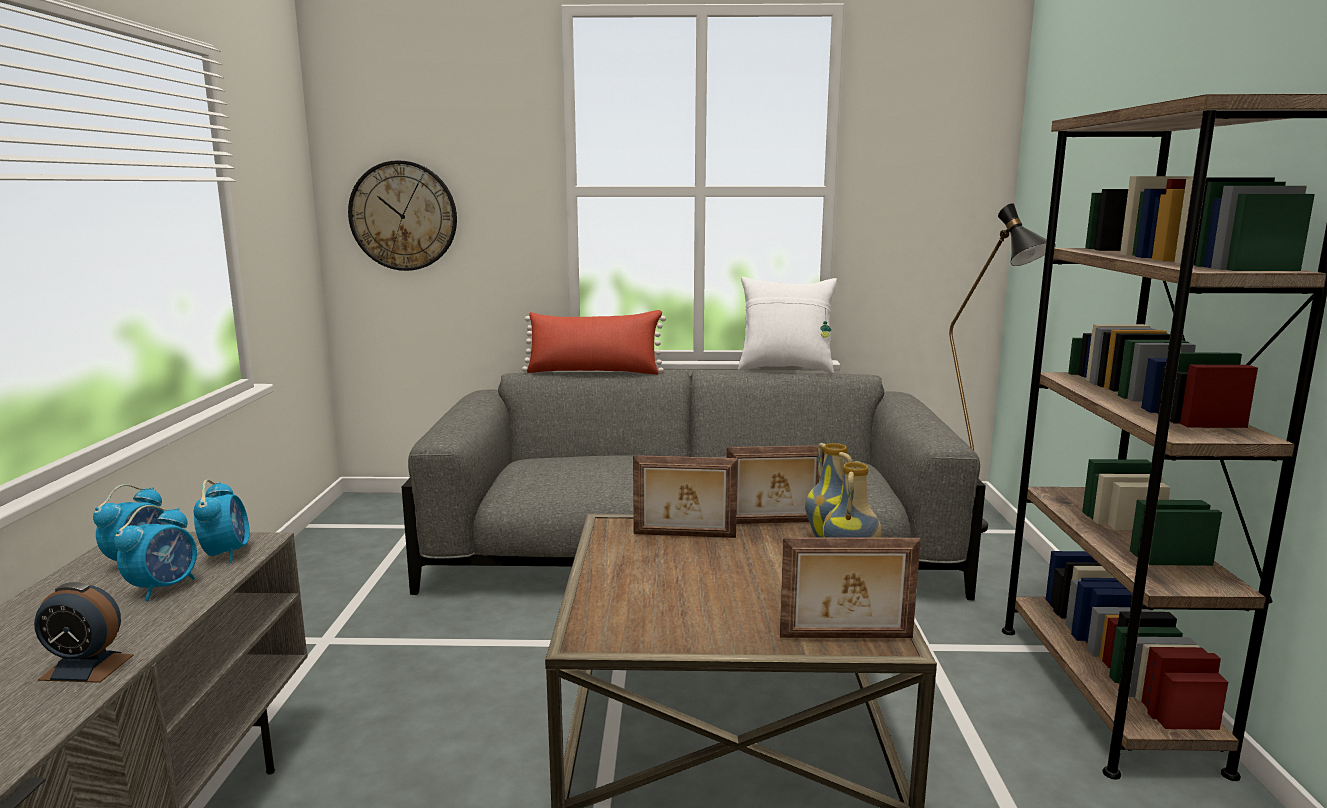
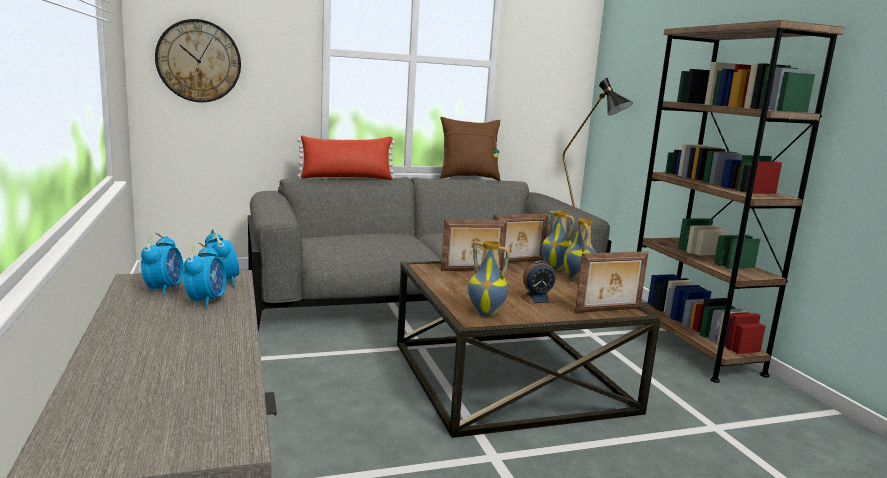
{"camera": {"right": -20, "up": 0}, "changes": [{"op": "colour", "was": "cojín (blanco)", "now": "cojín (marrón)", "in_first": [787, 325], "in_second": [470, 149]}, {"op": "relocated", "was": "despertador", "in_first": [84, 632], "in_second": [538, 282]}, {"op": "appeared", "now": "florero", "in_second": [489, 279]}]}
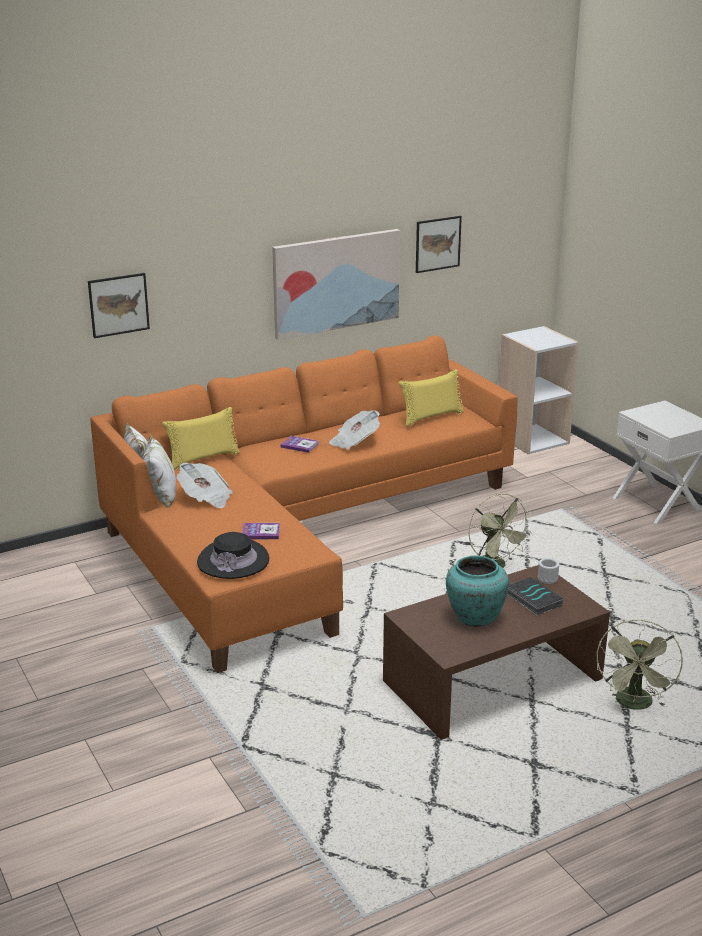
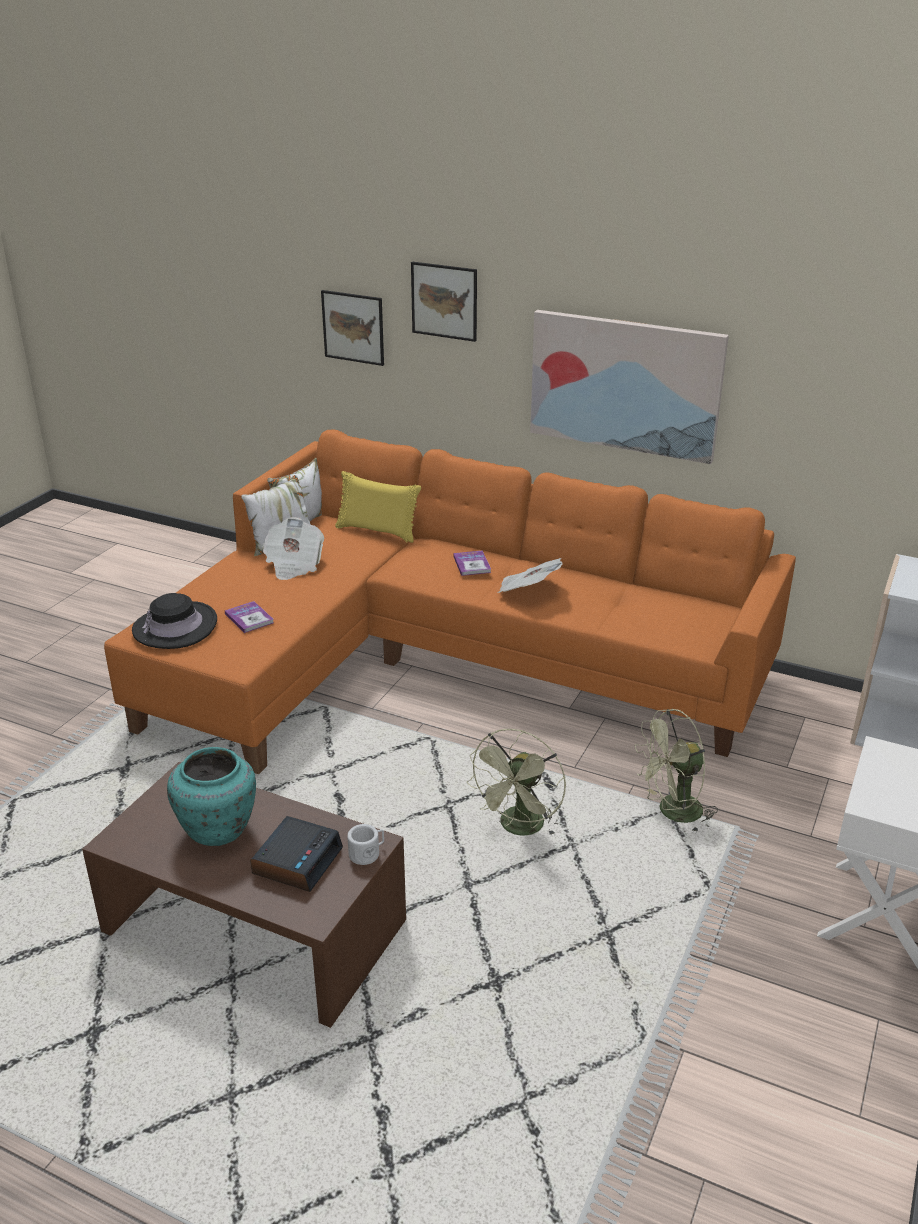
{"camera": {"right": 55, "up": 5}, "changes": [{"op": "relocated", "was": "cuadro", "in_first": [439, 244], "in_second": [444, 302]}, {"op": "missing", "was": "cojín (amarillo)", "in_first": [431, 398]}, {"op": "exchanged", "was": "libro", "now": "despertador", "in_first": [535, 596], "in_second": [296, 854]}, {"op": "relocated", "was": "ventilador (verde)", "in_first": [640, 665], "in_second": [676, 770]}]}
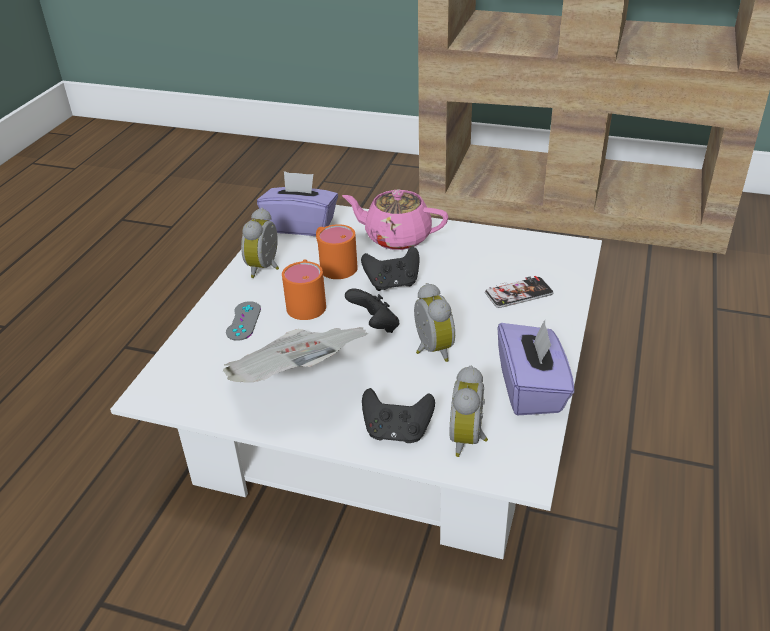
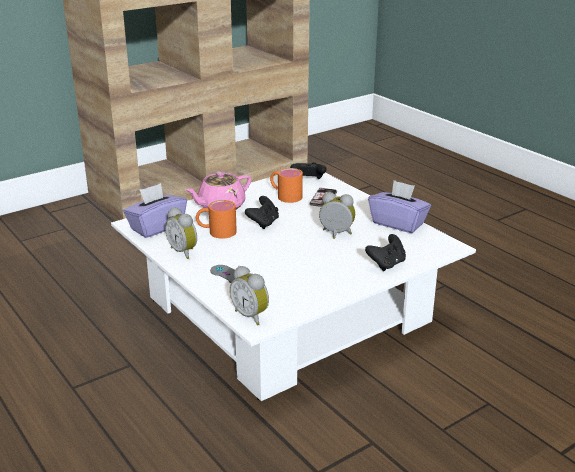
{"camera": {"right": -55, "up": -10}, "changes": [{"op": "relocated", "was": "taza grande (naranja)", "in_first": [304, 289], "in_second": [286, 185]}, {"op": "relocated", "was": "mando de consola (negro)", "in_first": [372, 310], "in_second": [308, 170]}, {"op": "missing", "was": "periódico", "in_first": [295, 355]}, {"op": "relocated", "was": "despertador", "in_first": [468, 411], "in_second": [249, 295]}]}
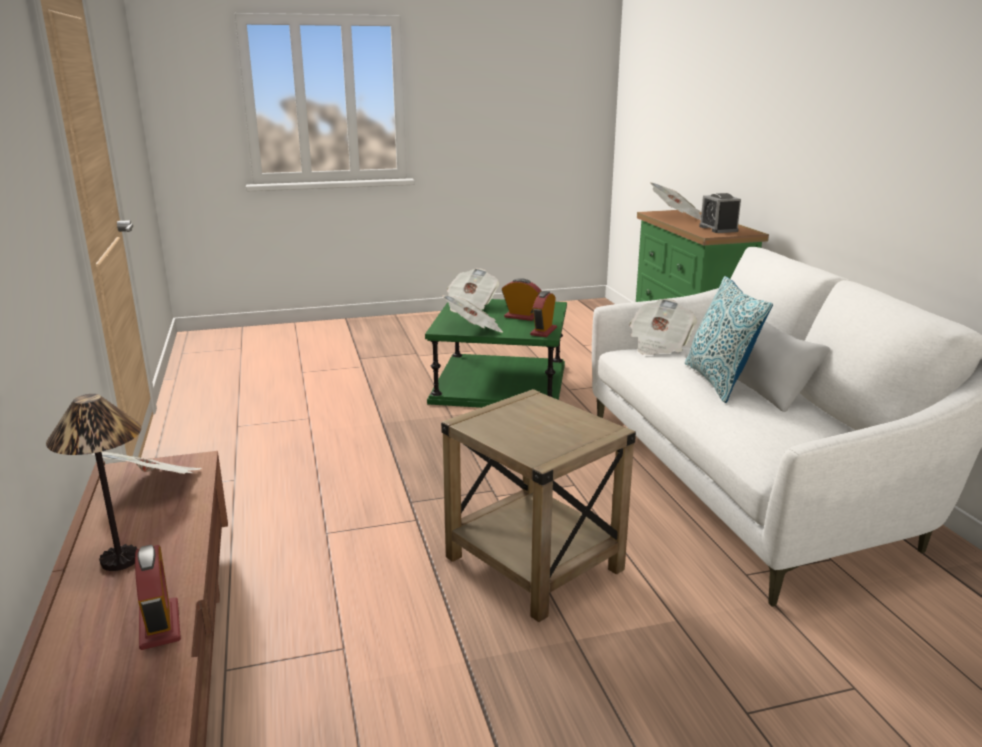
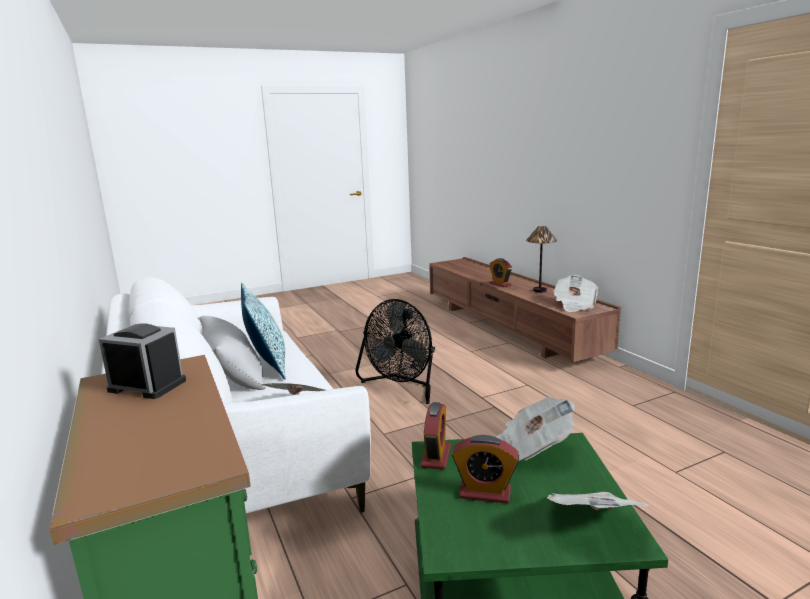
{"camera": {"right": 170, "up": -5}, "changes": [{"op": "missing", "was": "periódico", "in_first": [675, 201]}, {"op": "spun", "was": "despertador", "in_first": [720, 213], "in_second": [142, 361], "clockwise": -45}, {"op": "exchanged", "was": "mesa auxiliar (beis)", "now": "ventilador (negro)", "in_first": [538, 505], "in_second": [395, 351]}]}
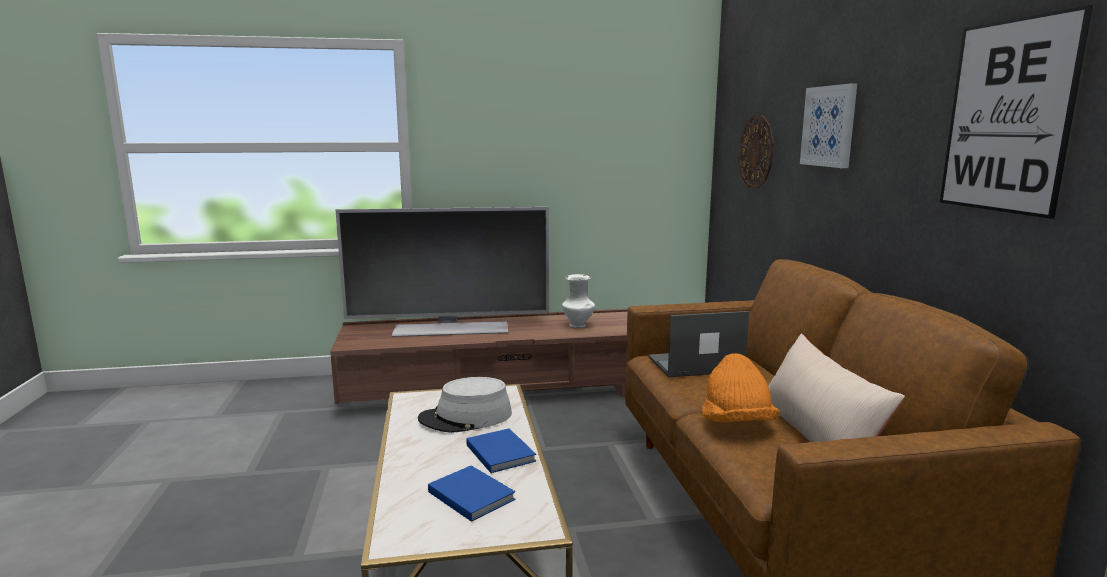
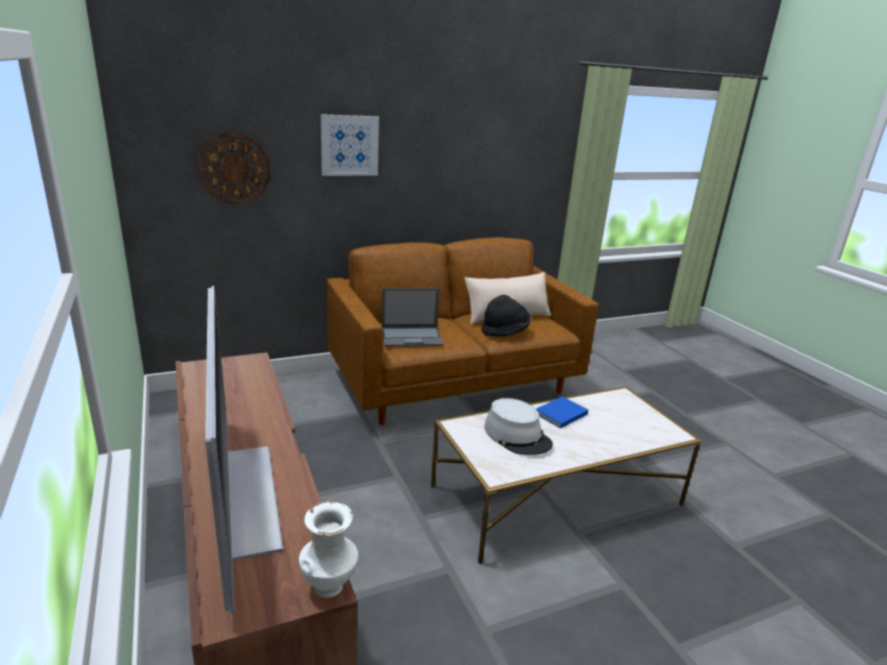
{"camera": {"right": -105, "up": 10}, "changes": [{"op": "missing", "was": "cuadro", "in_first": [1016, 112]}, {"op": "relocated", "was": "florero (blanco)", "in_first": [578, 301], "in_second": [329, 549]}, {"op": "spun", "was": "portátil", "in_first": [698, 344], "in_second": [412, 317], "clockwise": -75}, {"op": "colour", "was": "sombrero (naranja)", "now": "sombrero (negro)", "in_first": [740, 388], "in_second": [506, 316]}, {"op": "missing", "was": "libro (azul)", "in_first": [471, 493]}]}
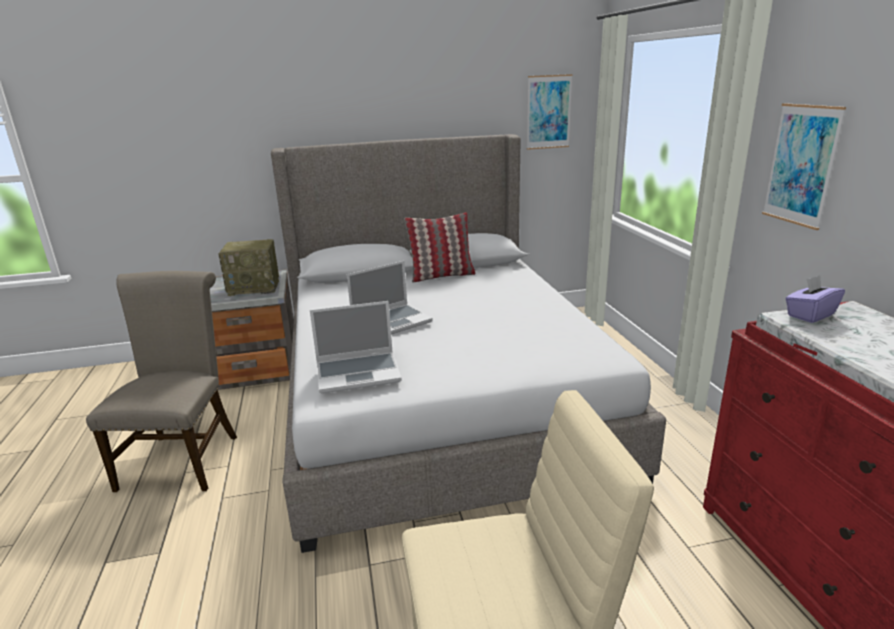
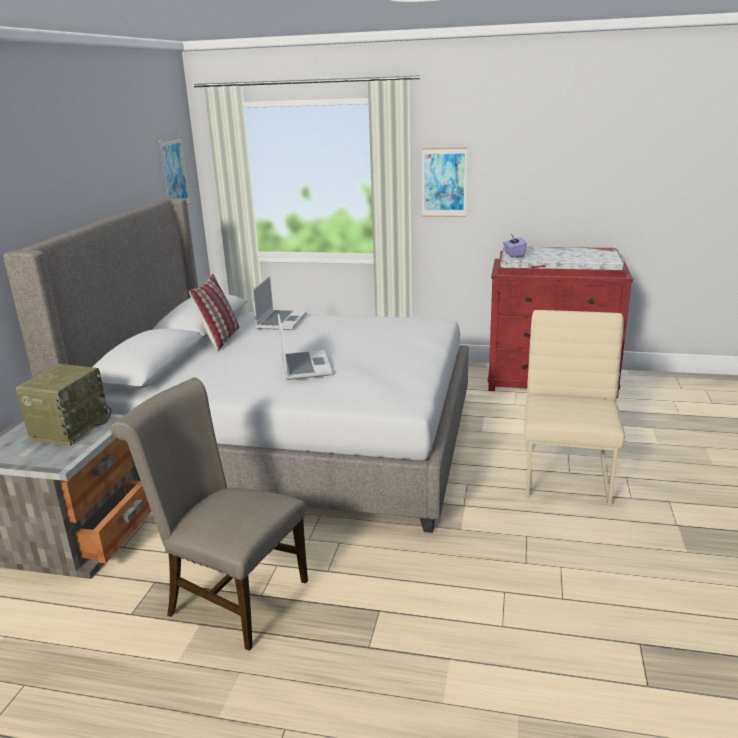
{"camera": {"right": -65, "up": 0}, "changes": [{"op": "relocated", "was": "portátil", "in_first": [356, 347], "in_second": [279, 303]}]}
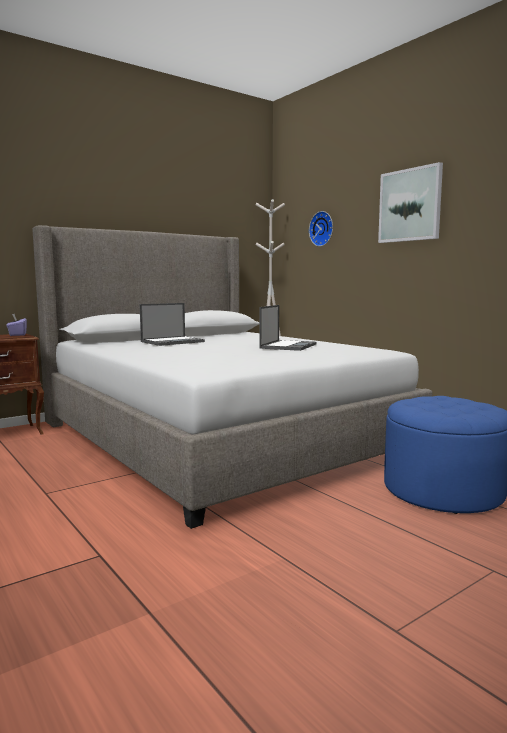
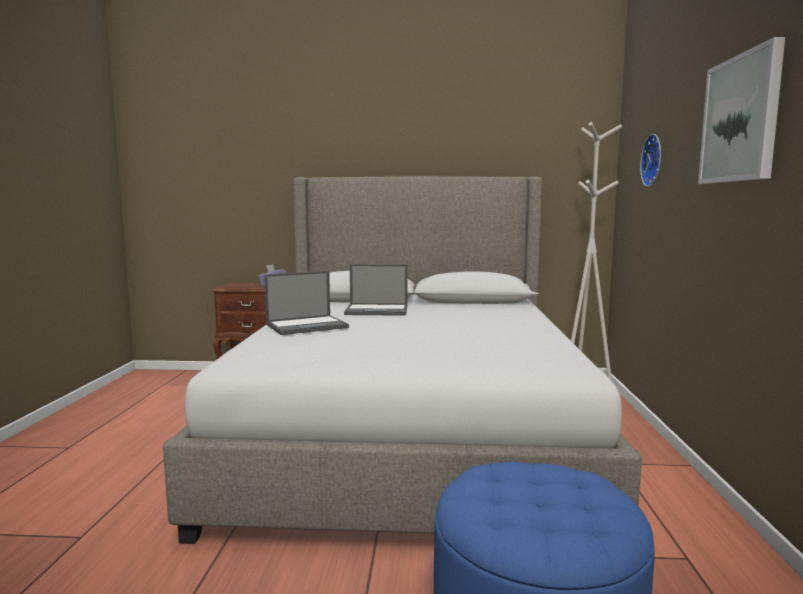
{"camera": {"right": 40, "up": 0}, "changes": [{"op": "relocated", "was": "portátil", "in_first": [288, 328], "in_second": [306, 303]}]}
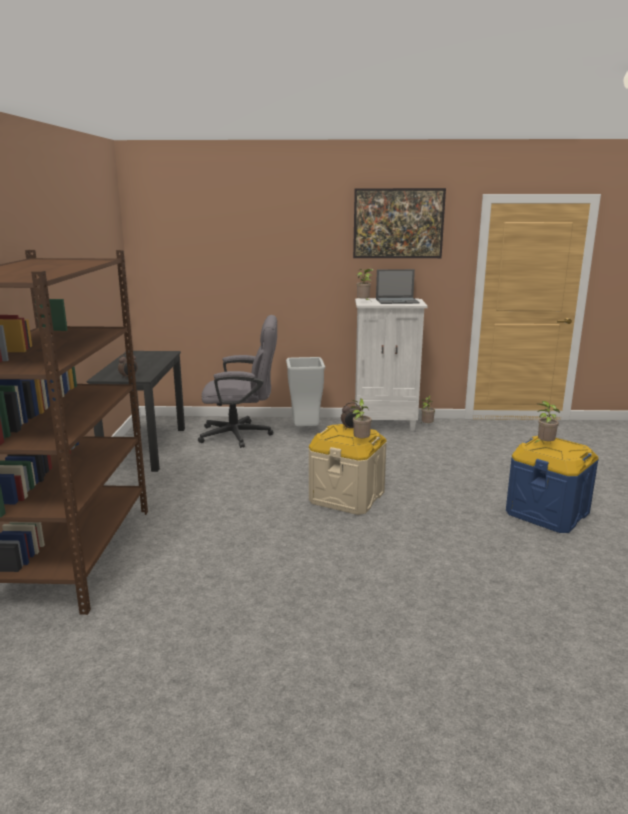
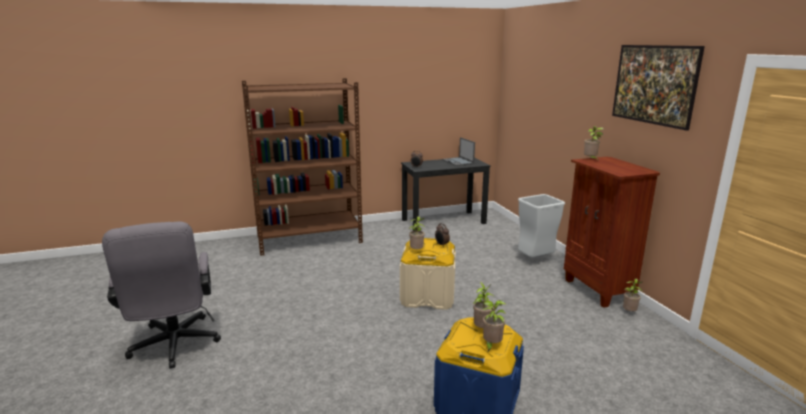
{"camera": {"right": 70, "up": 0}, "changes": [{"op": "relocated", "was": "portátil", "in_first": [398, 286], "in_second": [458, 151]}, {"op": "colour", "was": "armario (blanco)", "now": "armario (marrón)", "in_first": [391, 364], "in_second": [612, 232]}, {"op": "relocated", "was": "silla de oficina (gris)", "in_first": [237, 381], "in_second": [161, 295]}, {"op": "appeared", "now": "planta en maceta", "in_second": [494, 325]}]}
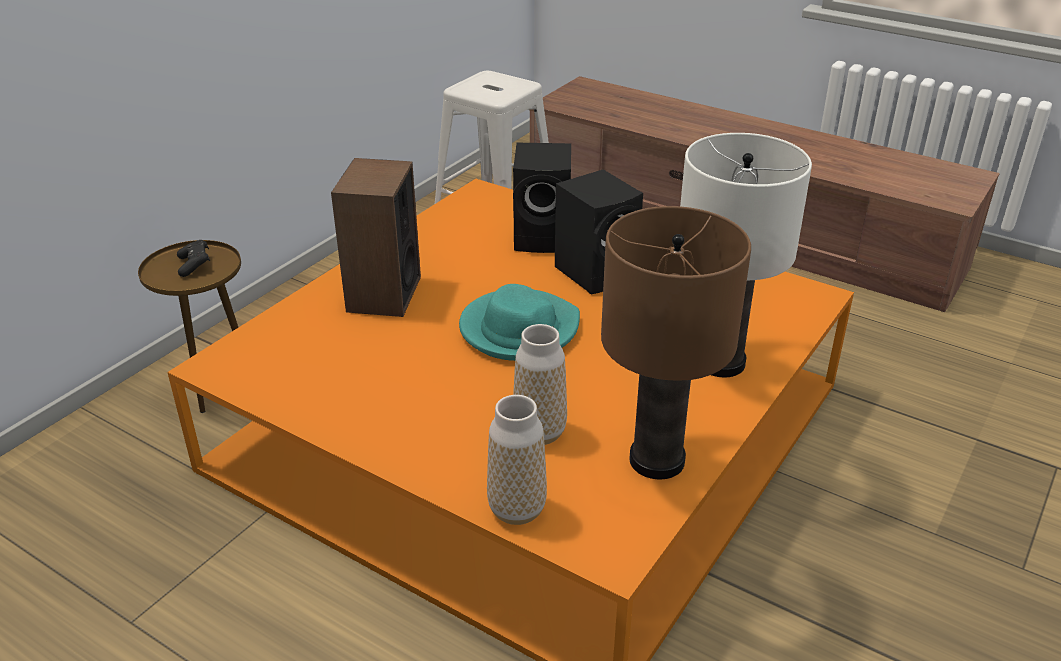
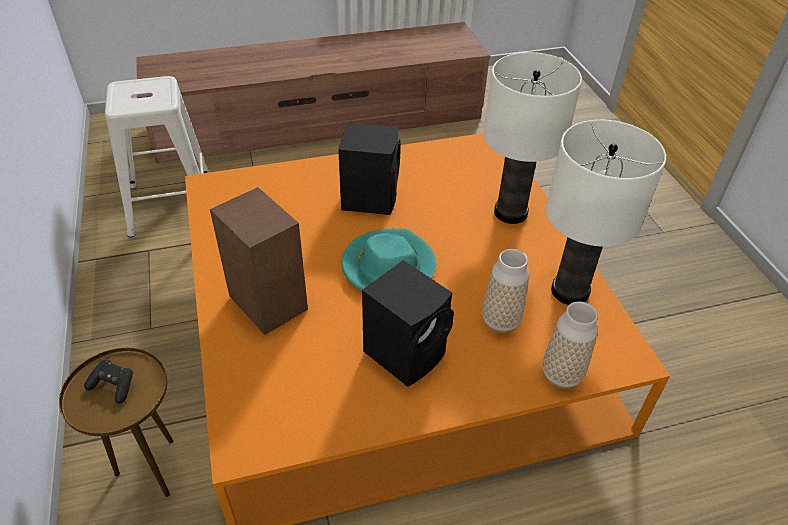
{"camera": {"right": -50, "up": 10}, "changes": [{"op": "relocated", "was": "altavoz (negro)", "in_first": [542, 198], "in_second": [408, 323]}, {"op": "colour", "was": "lámpara de mesa (marrón)", "now": "lámpara de mesa (blanco)", "in_first": [676, 342], "in_second": [606, 212]}]}
